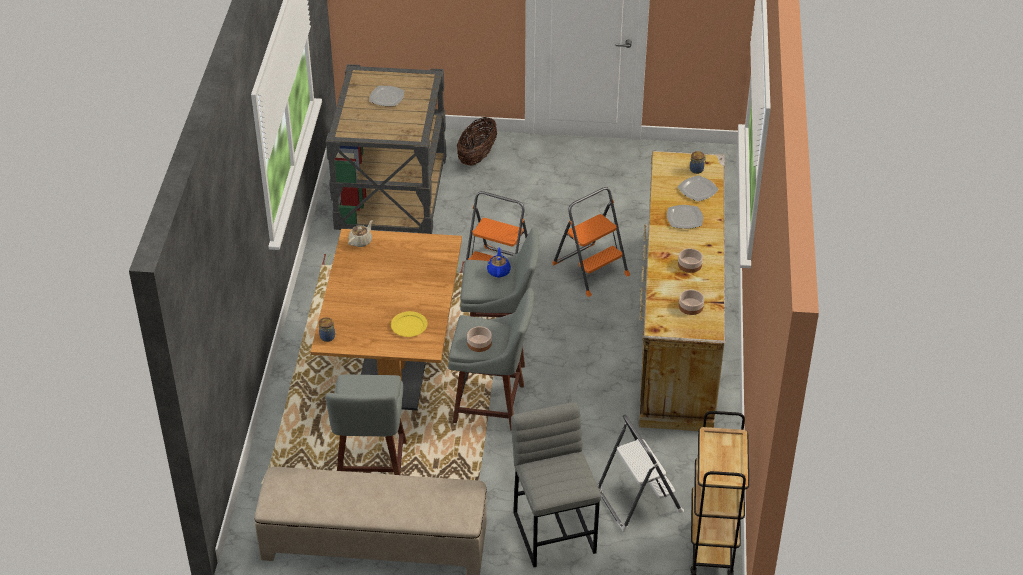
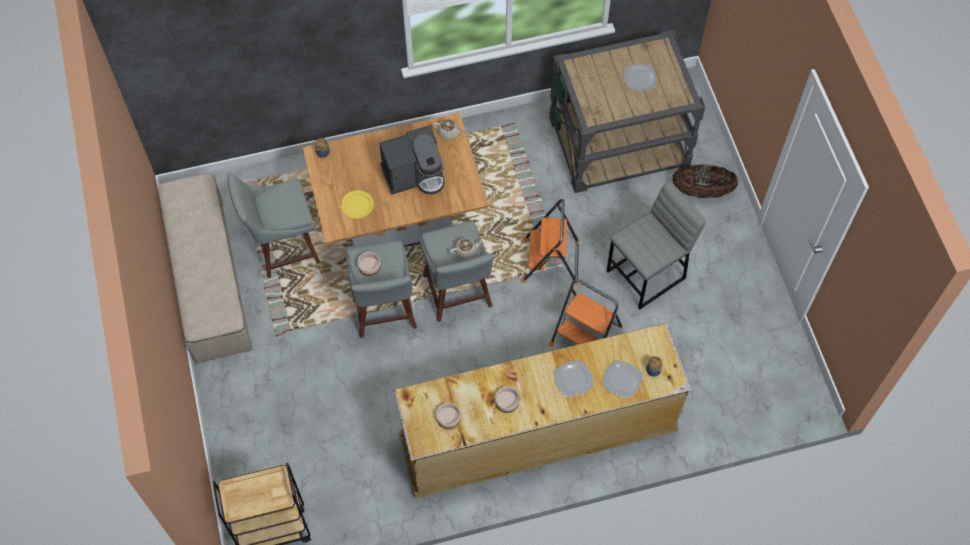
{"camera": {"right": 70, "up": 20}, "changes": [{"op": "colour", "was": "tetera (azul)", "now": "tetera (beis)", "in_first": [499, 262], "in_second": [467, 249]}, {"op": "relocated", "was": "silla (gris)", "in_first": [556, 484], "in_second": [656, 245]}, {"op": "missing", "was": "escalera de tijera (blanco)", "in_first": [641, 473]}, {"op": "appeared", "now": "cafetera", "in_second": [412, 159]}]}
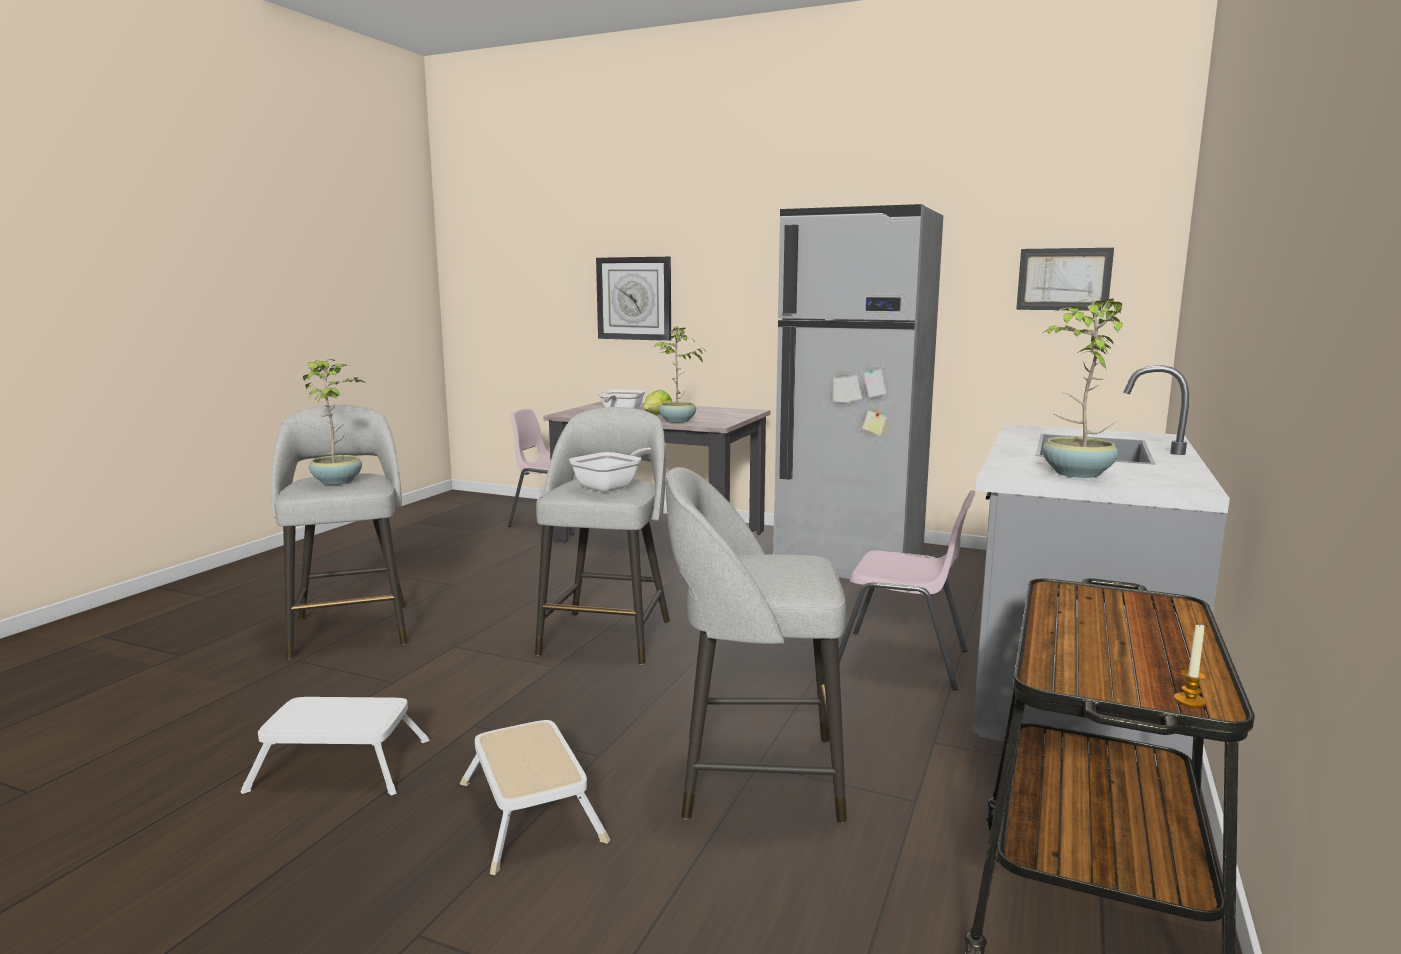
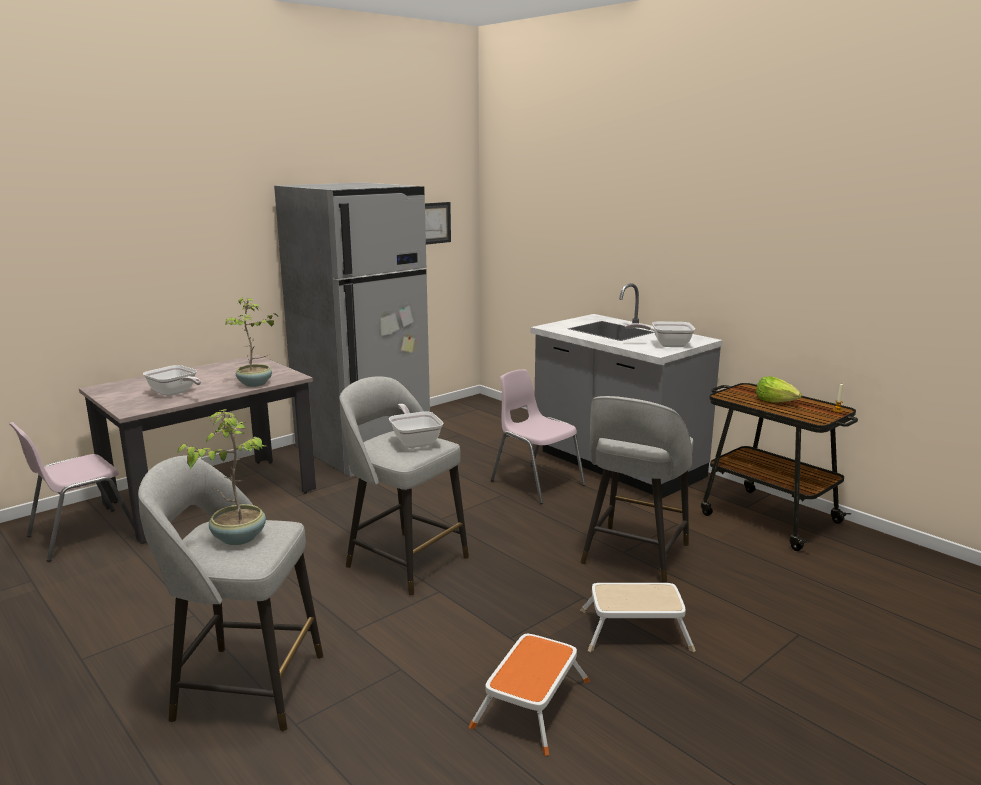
{"camera": {"right": -65, "up": 5}, "changes": [{"op": "missing", "was": "reloj de pared", "in_first": [633, 299]}, {"op": "exchanged", "was": "planta en maceta", "now": "sartén", "in_first": [1082, 388], "in_second": [660, 334]}, {"op": "relocated", "was": "lechuga", "in_first": [658, 402], "in_second": [779, 389]}, {"op": "spun", "was": "silla (rosa)", "in_first": [907, 590], "in_second": [538, 436], "clockwise": -90}, {"op": "colour", "was": "escalera de tijera (blanco)", "now": "escalera de tijera (naranja)", "in_first": [335, 746], "in_second": [529, 695]}]}
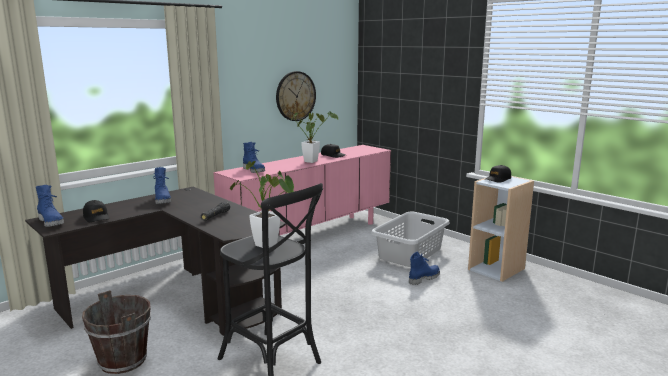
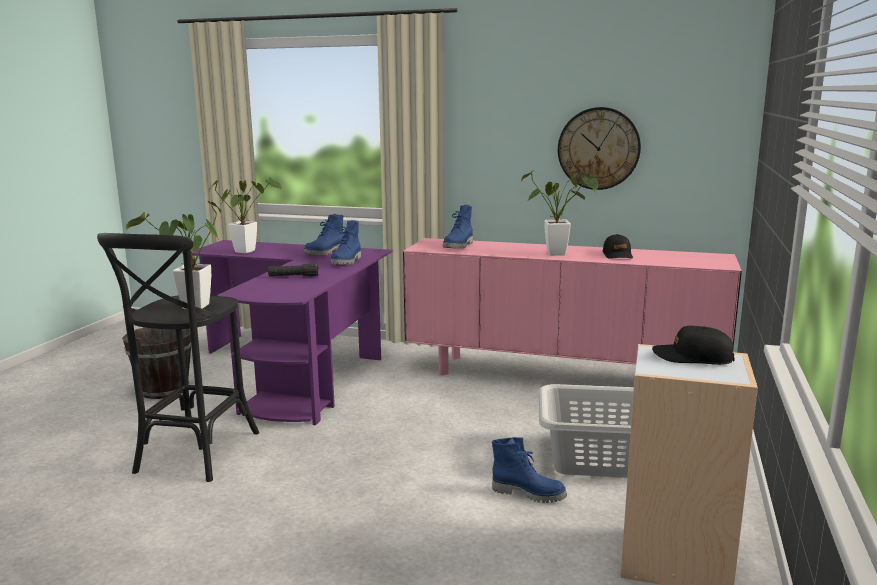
{"camera": {"right": 60, "up": 0}, "changes": [{"op": "relocated", "was": "bota (azul)", "in_first": [50, 206], "in_second": [345, 242]}, {"op": "colour", "was": "escritorio (negro)", "now": "escritorio (morado)", "in_first": [155, 261], "in_second": [292, 332]}, {"op": "exchanged", "was": "gorra (negro)", "now": "planta en maceta", "in_first": [96, 211], "in_second": [245, 215]}]}
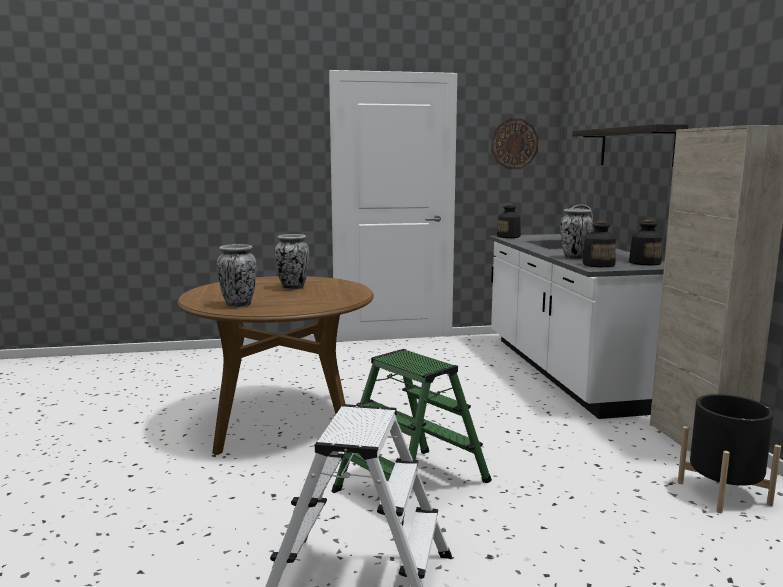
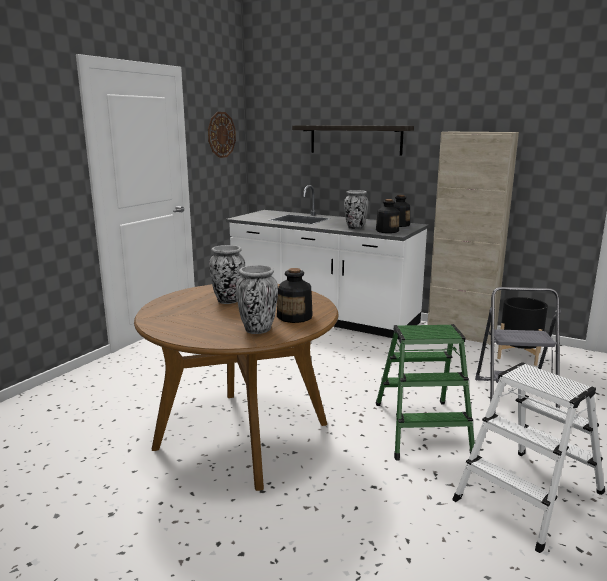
{"camera": {"right": -50, "up": 5}, "changes": [{"op": "relocated", "was": "botella", "in_first": [509, 221], "in_second": [295, 295]}, {"op": "appeared", "now": "escalera de tijera (gris)", "in_second": [518, 350]}]}
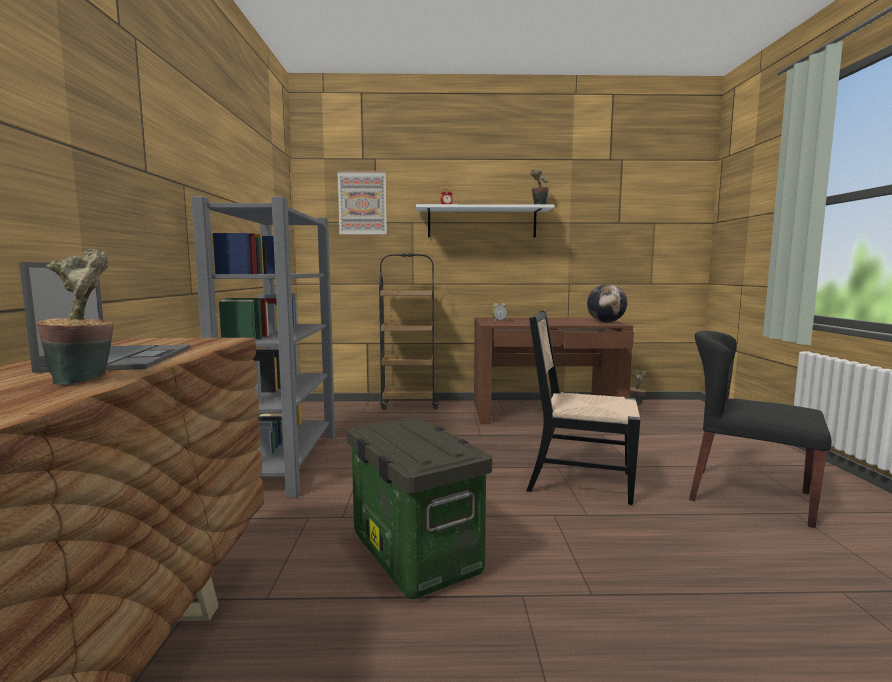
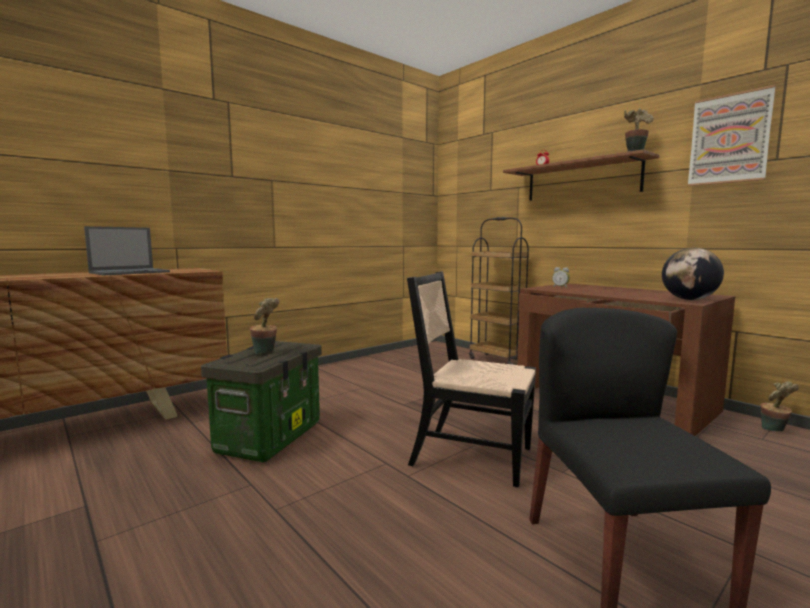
{"camera": {"right": 50, "up": 0}, "changes": [{"op": "relocated", "was": "cuadro", "in_first": [362, 203], "in_second": [731, 135]}, {"op": "missing", "was": "estantería (gris)", "in_first": [263, 346]}, {"op": "colour", "was": "estante (blanco)", "now": "estante (marrón)", "in_first": [485, 221], "in_second": [581, 175]}, {"op": "relocated", "was": "planta en maceta", "in_first": [75, 317], "in_second": [264, 326]}, {"op": "spun", "was": "silla", "in_first": [583, 407], "in_second": [471, 379], "clockwise": -45}]}
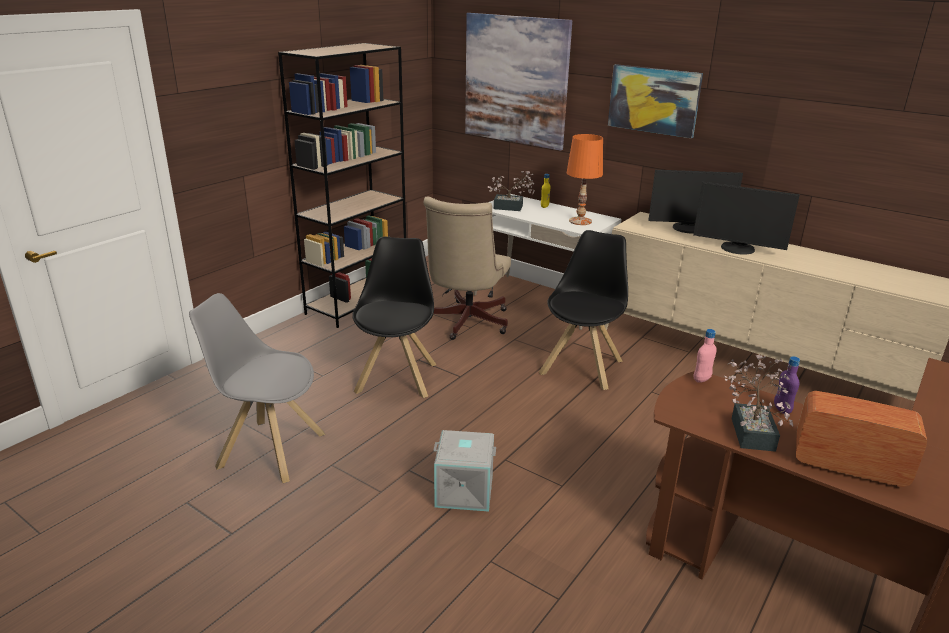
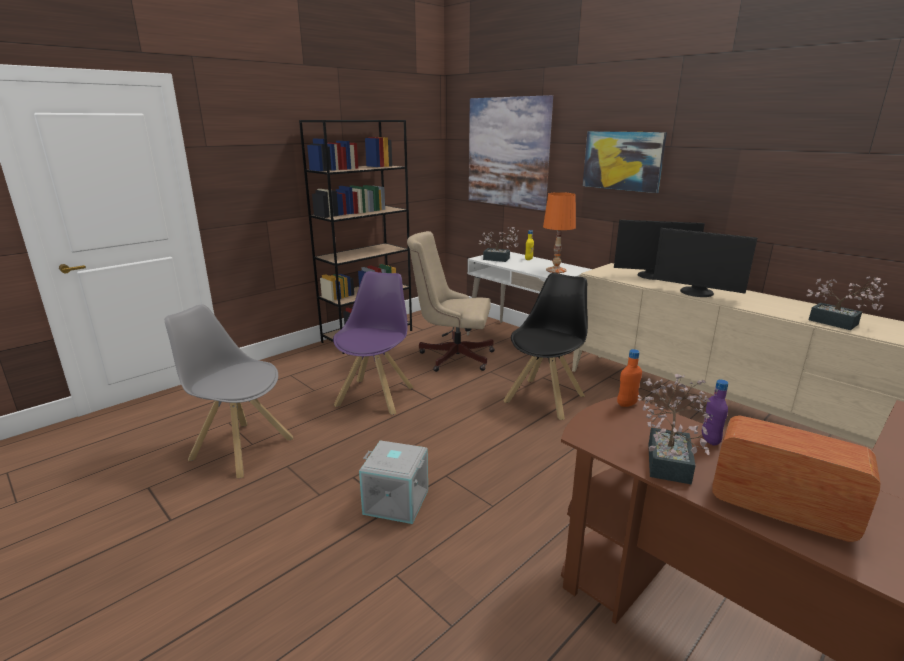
{"camera": {"right": 10, "up": -5}, "changes": [{"op": "spun", "was": "silla de oficina (beis)", "in_first": [467, 268], "in_second": [451, 301], "clockwise": 75}, {"op": "colour", "was": "silla (negro)", "now": "silla (morado)", "in_first": [394, 317], "in_second": [373, 343]}, {"op": "colour", "was": "botella (rosa)", "now": "botella (naranja)", "in_first": [705, 356], "in_second": [629, 378]}, {"op": "appeared", "now": "planta en maceta", "in_second": [847, 303]}]}
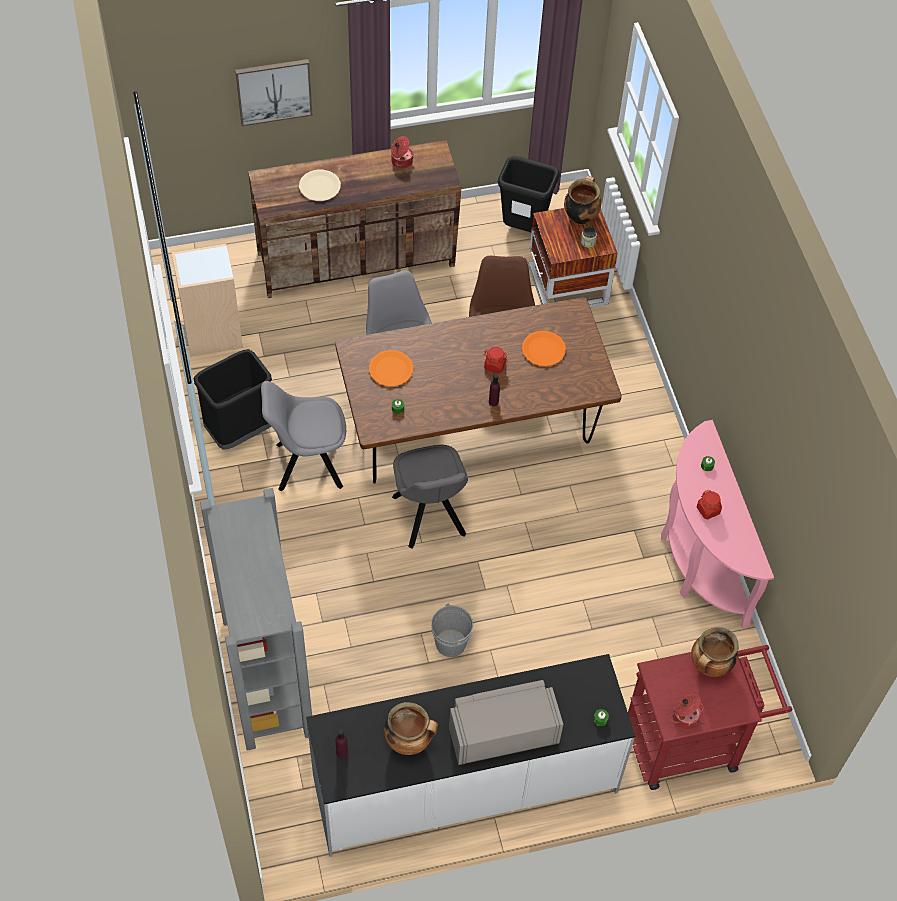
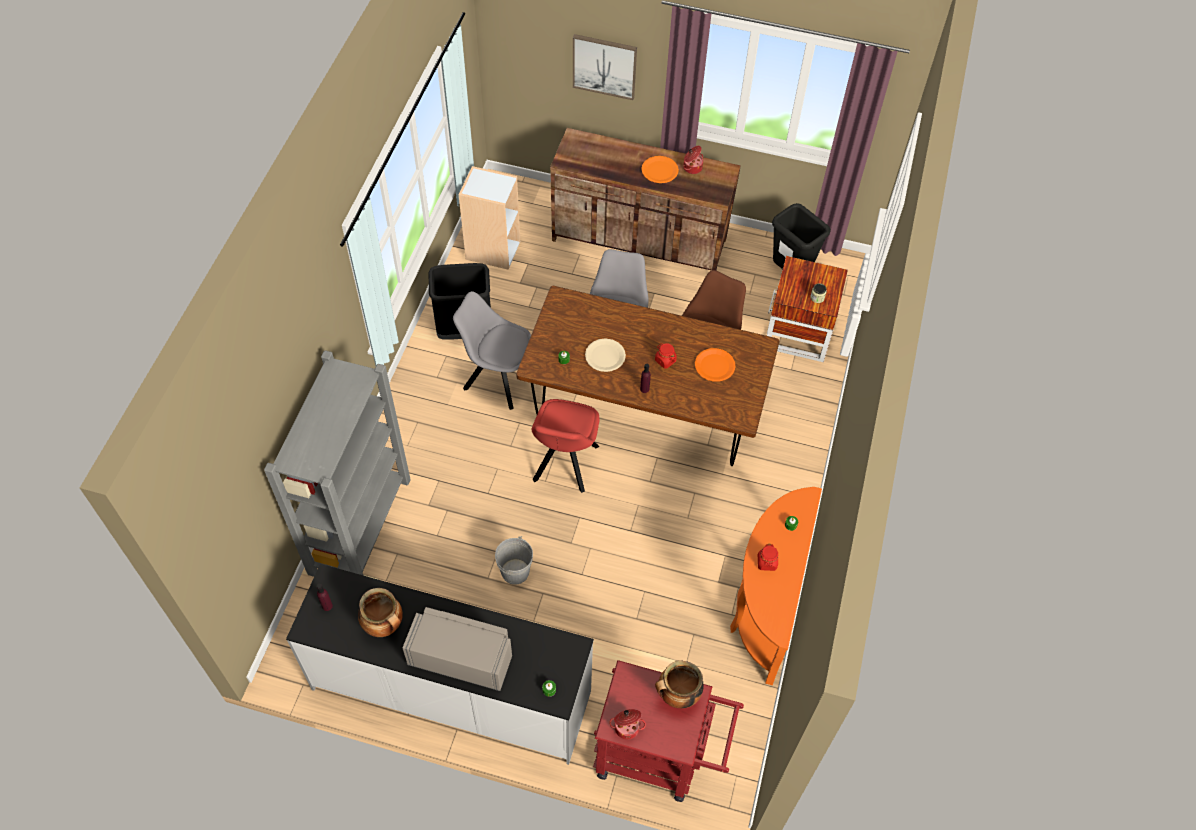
{"camera": {"right": 30, "up": 0}, "changes": [{"op": "relocated", "was": "plato (beis)", "in_first": [320, 185], "in_second": [605, 355]}, {"op": "missing", "was": "olla", "in_first": [583, 199]}, {"op": "relocated", "was": "plato (naranja)", "in_first": [391, 368], "in_second": [660, 169]}, {"op": "colour", "was": "mesa consola (rosa)", "now": "mesa consola (naranja)", "in_first": [717, 524], "in_second": [776, 586]}, {"op": "colour", "was": "silla (gris)", "now": "silla (rojo)", "in_first": [430, 496], "in_second": [566, 446]}]}
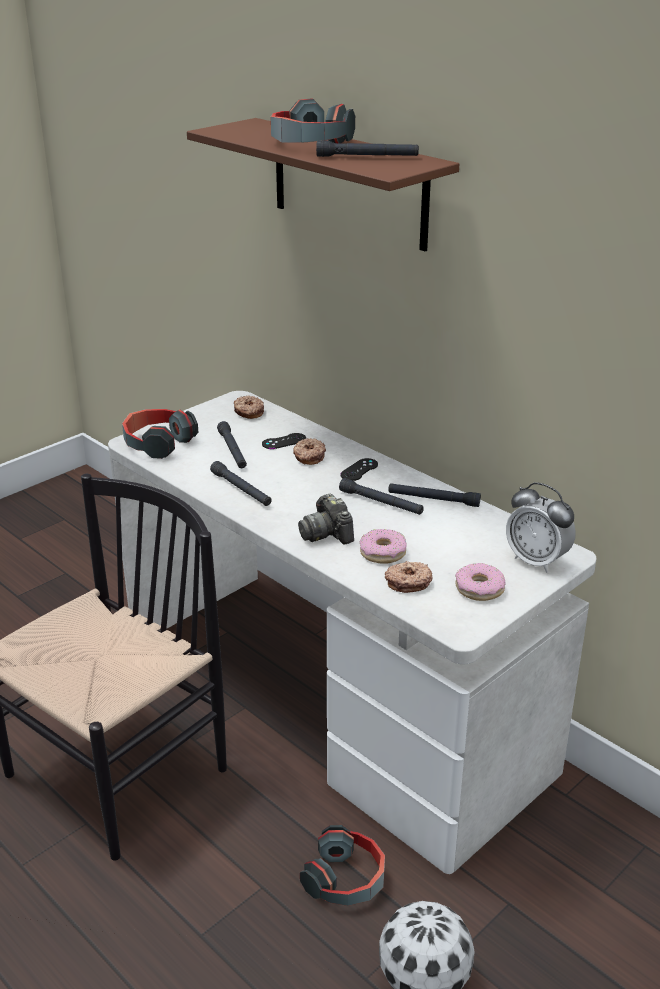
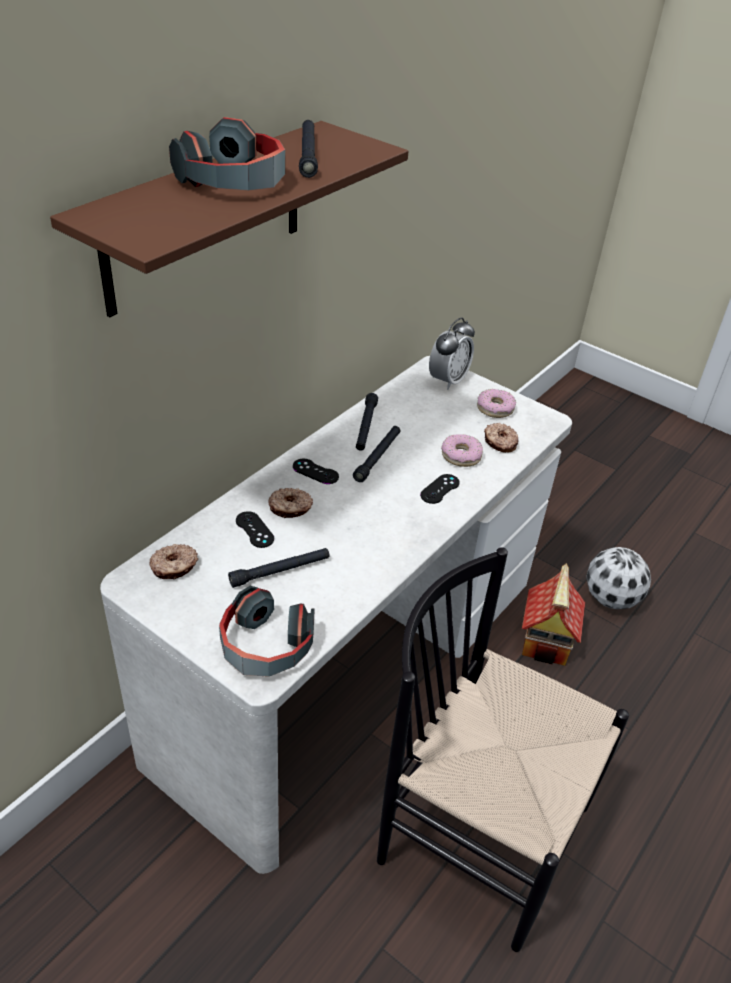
{"camera": {"right": -100, "up": 10}, "changes": [{"op": "missing", "was": "linterna (negro)", "in_first": [241, 483]}, {"op": "exchanged", "was": "cámara", "now": "mando de consola (negro)", "in_first": [326, 519], "in_second": [440, 489]}, {"op": "exchanged", "was": "auriculares", "now": "casita", "in_first": [342, 865], "in_second": [553, 614]}]}
